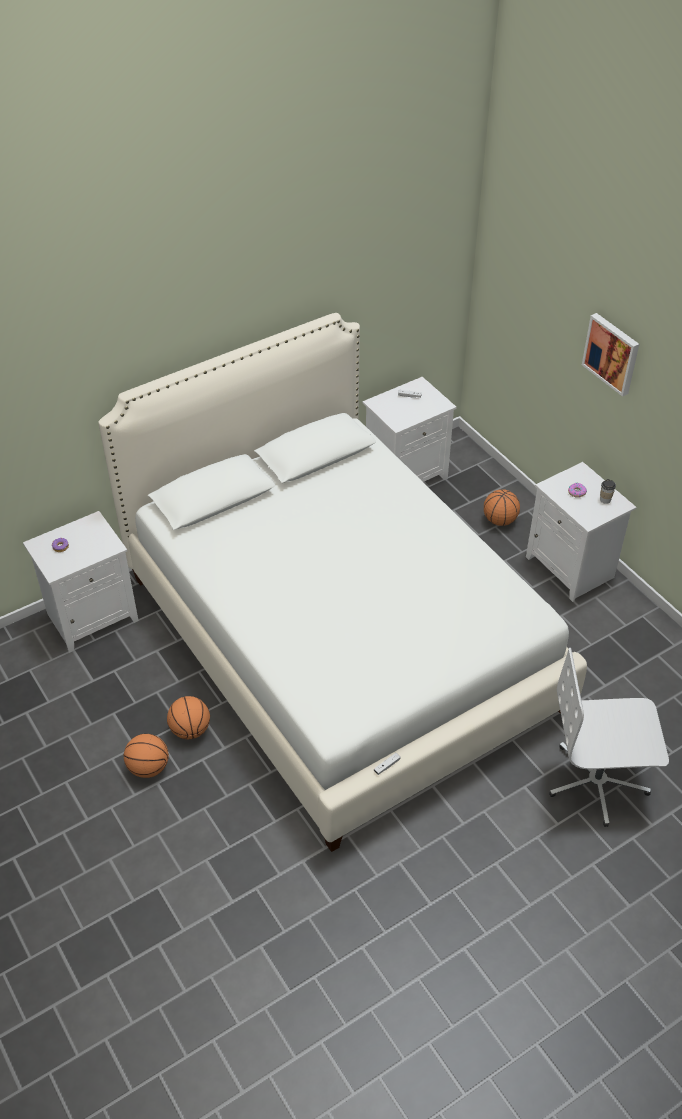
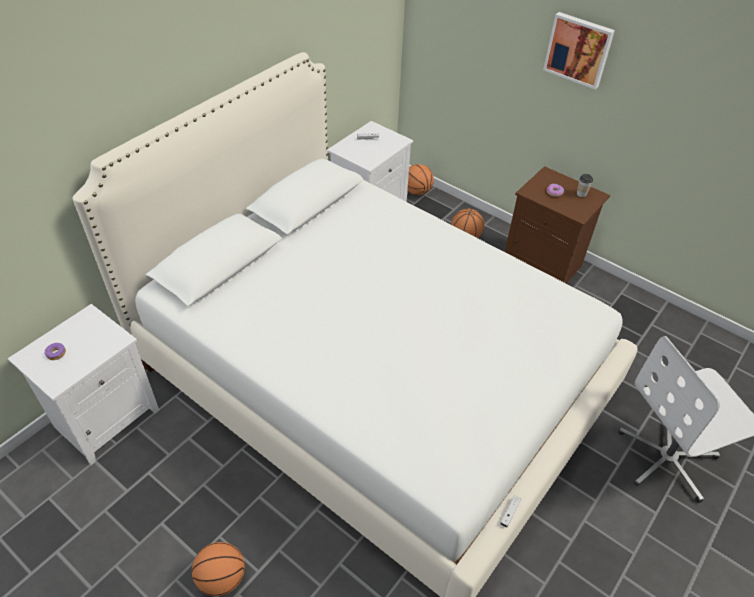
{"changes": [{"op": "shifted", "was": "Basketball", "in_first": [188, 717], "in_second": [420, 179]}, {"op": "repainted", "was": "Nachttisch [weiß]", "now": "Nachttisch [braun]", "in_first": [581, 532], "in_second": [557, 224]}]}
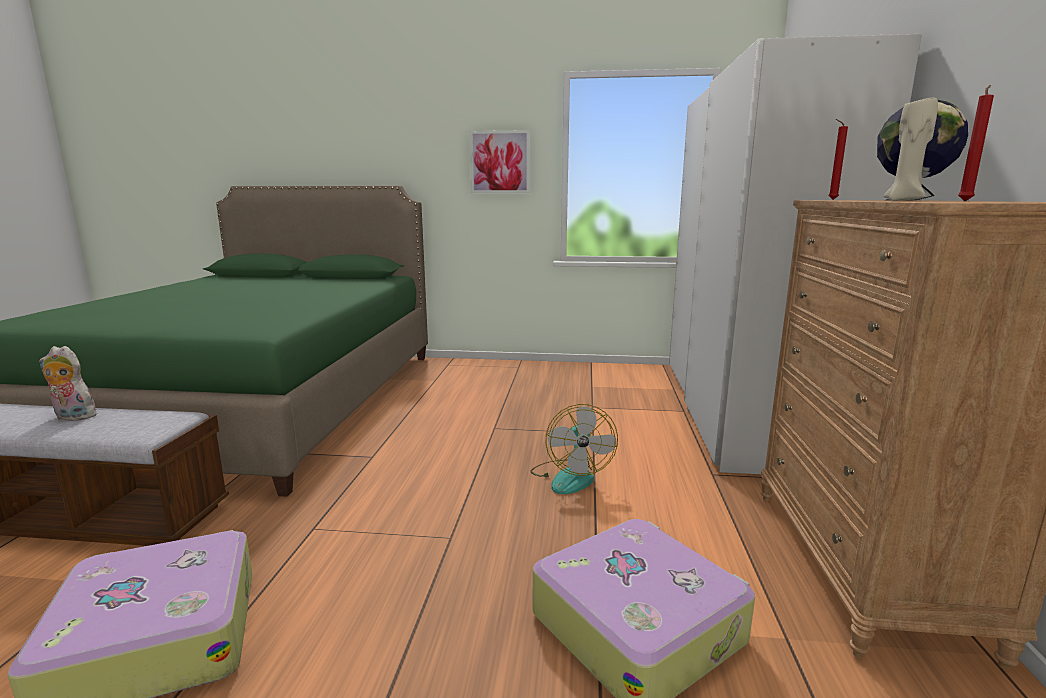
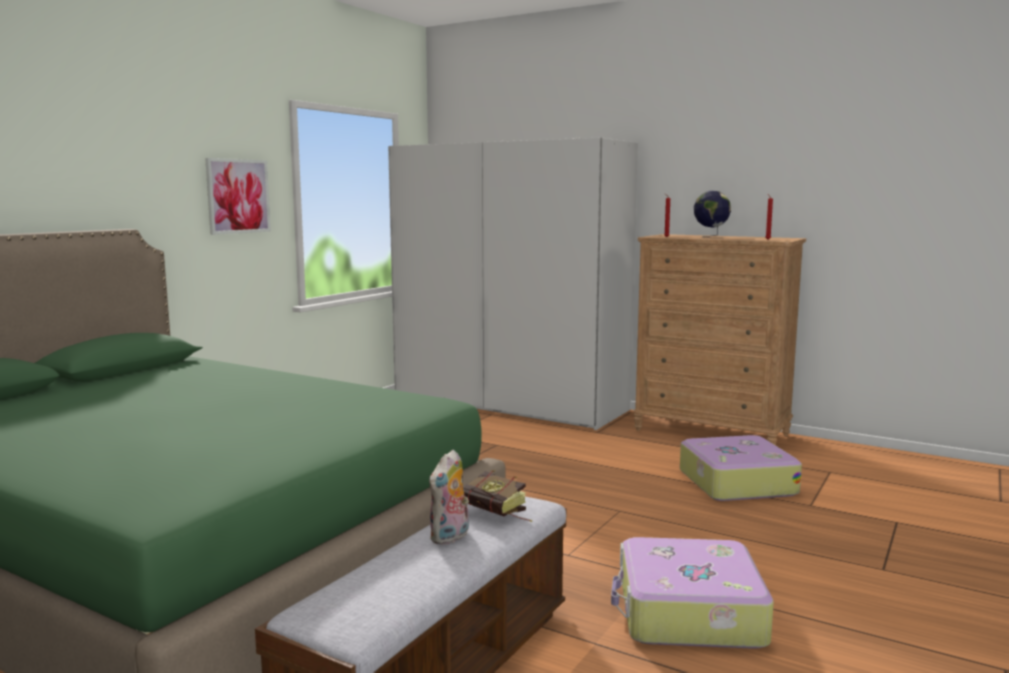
{"changes": [{"op": "gone", "was": "Ventilator", "in_first": [574, 449]}, {"op": "gone", "was": "Kerze [beige]", "in_first": [910, 149]}, {"op": "new", "now": "Buch", "in_second": [498, 496]}]}
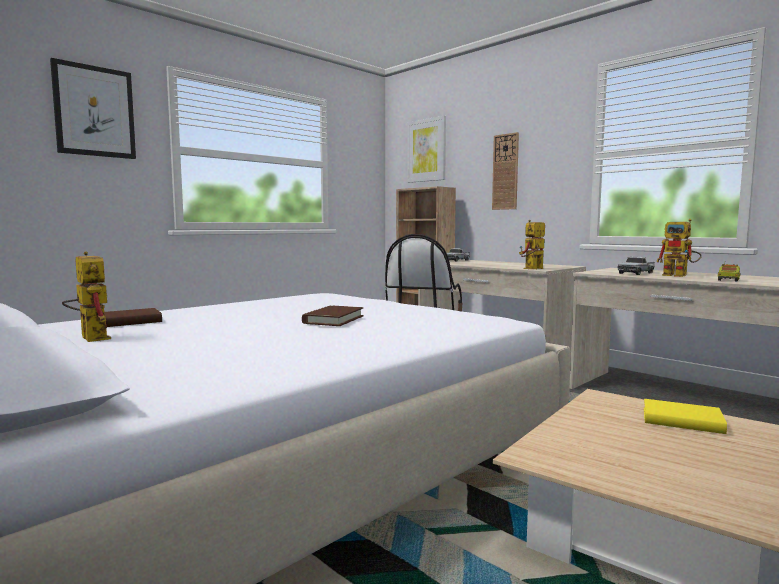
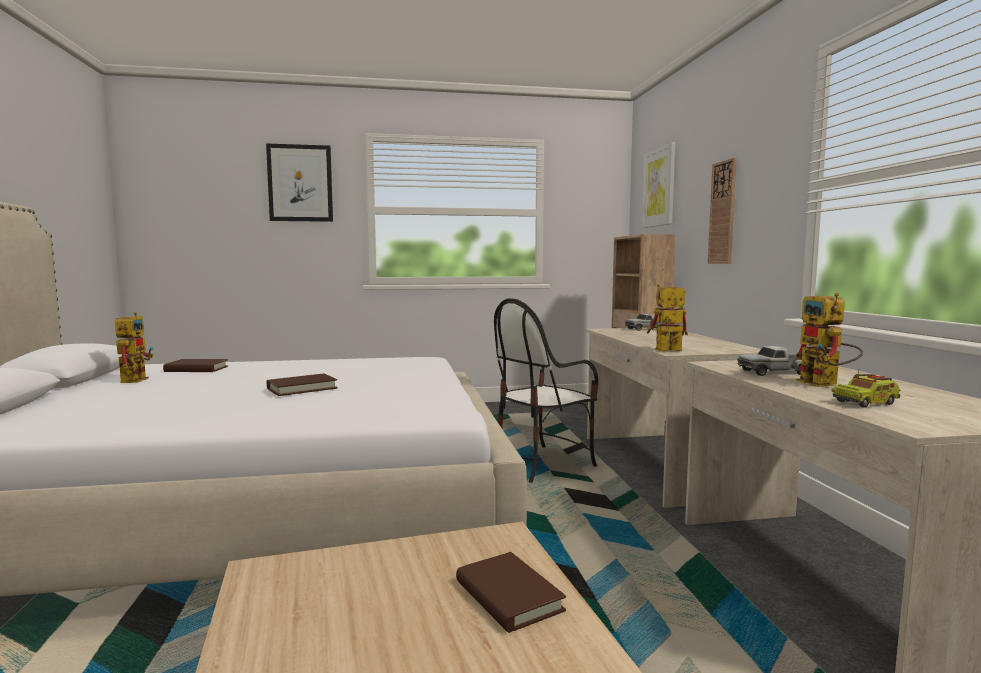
{"changes": [{"op": "repainted", "was": "Buch [gelb]", "now": "Buch [braun]", "in_first": [685, 416], "in_second": [511, 592]}]}
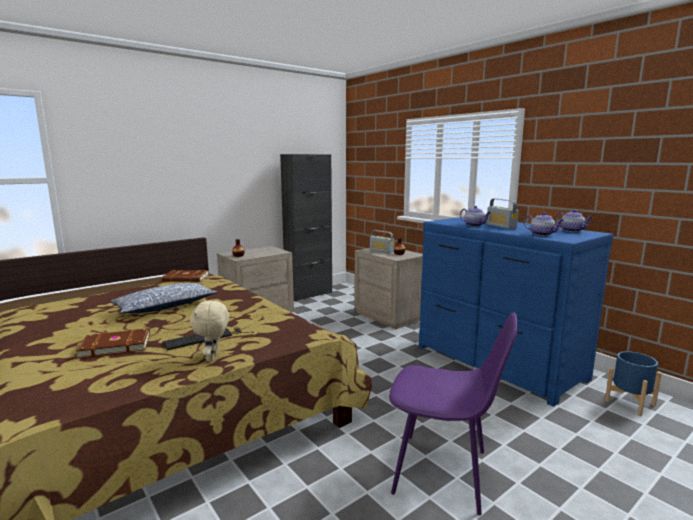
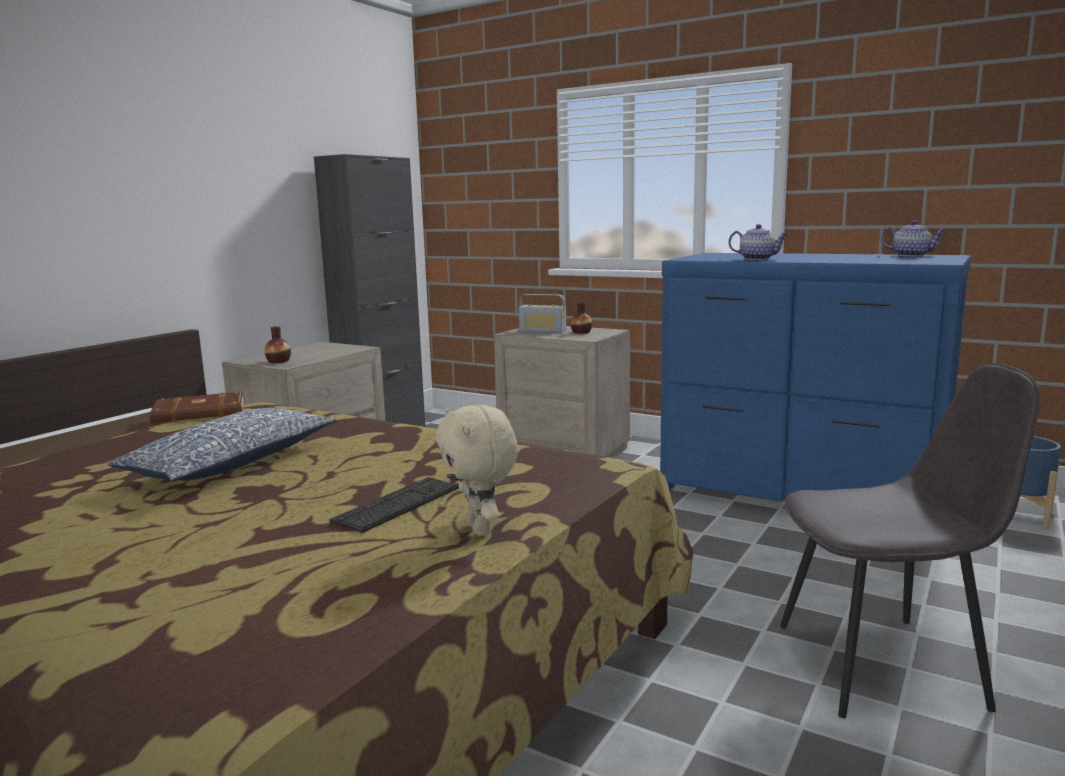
{"changes": [{"op": "gone", "was": "Buch [braun]", "in_first": [113, 343]}, {"op": "gone", "was": "Radio", "in_first": [503, 213]}, {"op": "gone", "was": "Teekanne", "in_first": [544, 224]}, {"op": "repainted", "was": "Stuhl [lila]", "now": "Stuhl [grau]", "in_first": [453, 414], "in_second": [910, 540]}]}
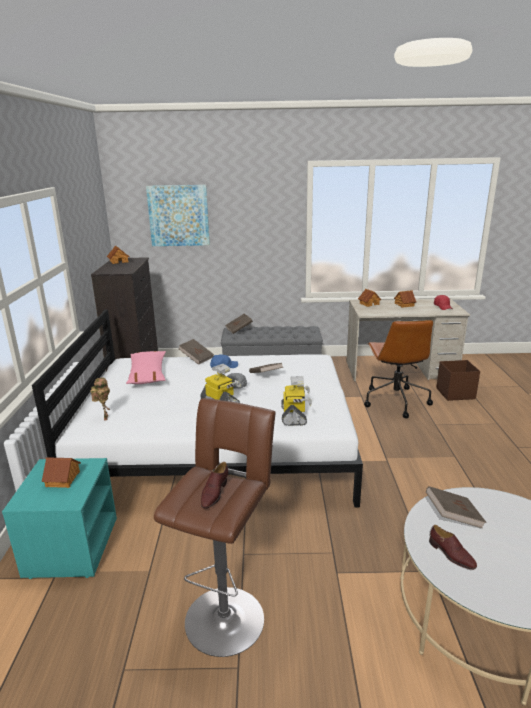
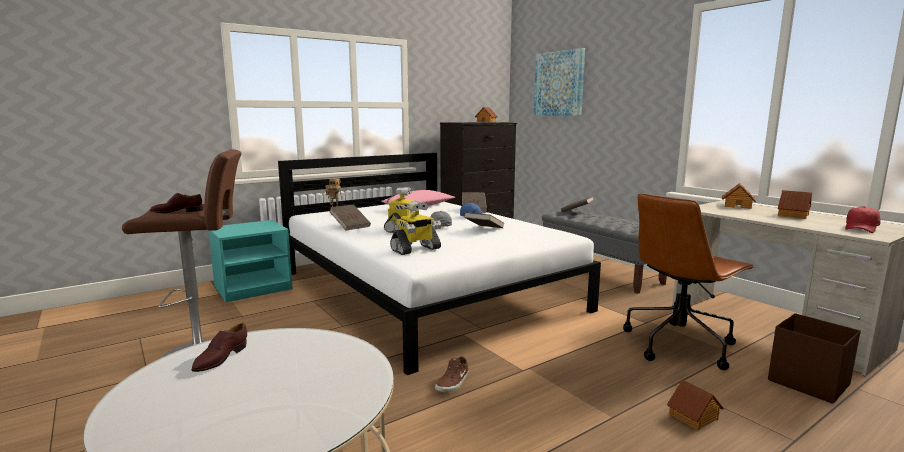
{"changes": [{"op": "new", "now": "Schuh [braun]", "in_second": [451, 374]}, {"op": "shifted", "was": "Spielzeughaus", "in_first": [61, 472], "in_second": [695, 405]}, {"op": "shifted", "was": "Buch [braun]", "in_first": [456, 507], "in_second": [350, 217]}]}
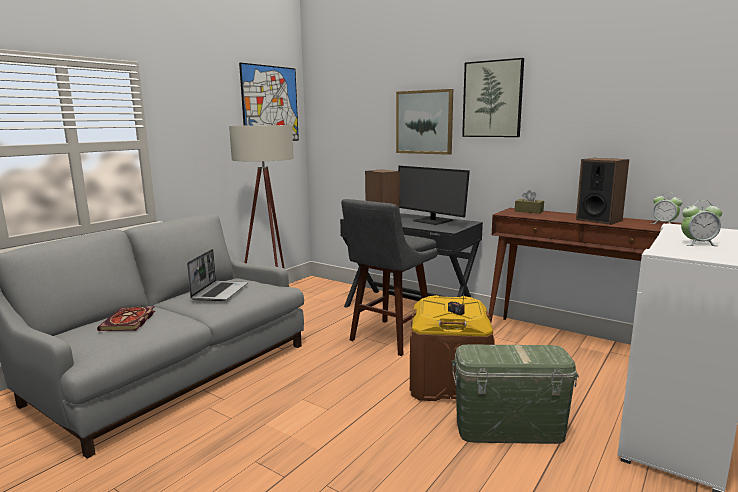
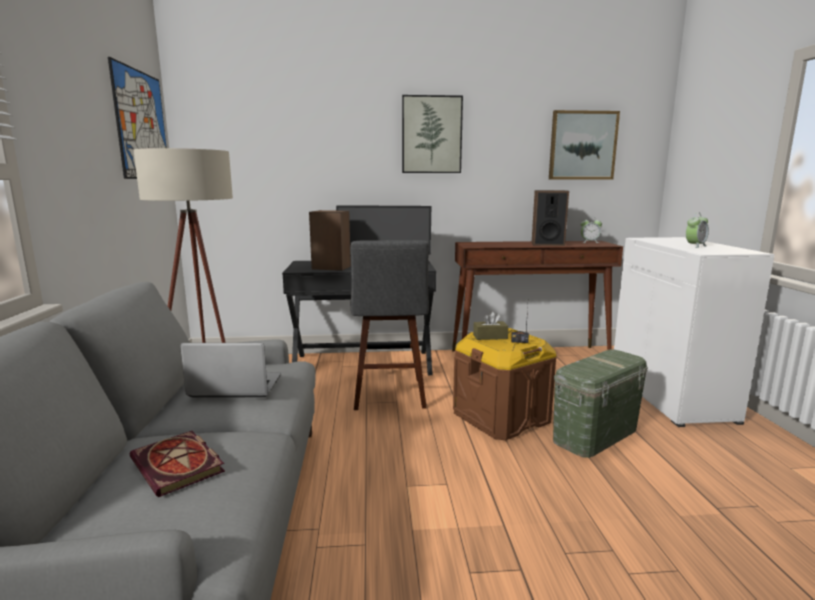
{"changes": [{"op": "shifted", "was": "Bild", "in_first": [424, 122], "in_second": [584, 145]}, {"op": "shifted", "was": "Taschentuchbox [braun]", "in_first": [529, 202], "in_second": [490, 325]}, {"op": "rotated", "was": "Laptop", "in_first": [217, 275], "in_second": [230, 370], "clockwise": -60}]}
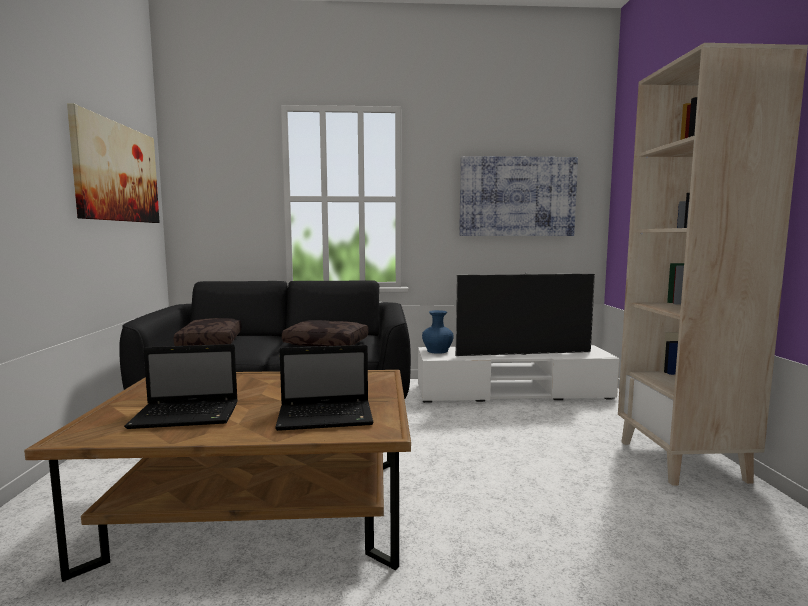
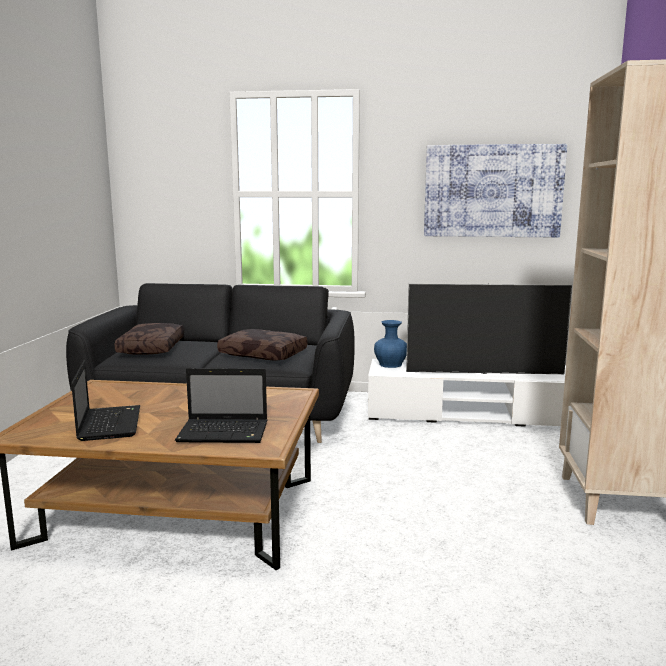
{"changes": [{"op": "gone", "was": "Bild", "in_first": [113, 163]}, {"op": "rotated", "was": "Laptop", "in_first": [181, 386], "in_second": [105, 401], "clockwise": -105}]}
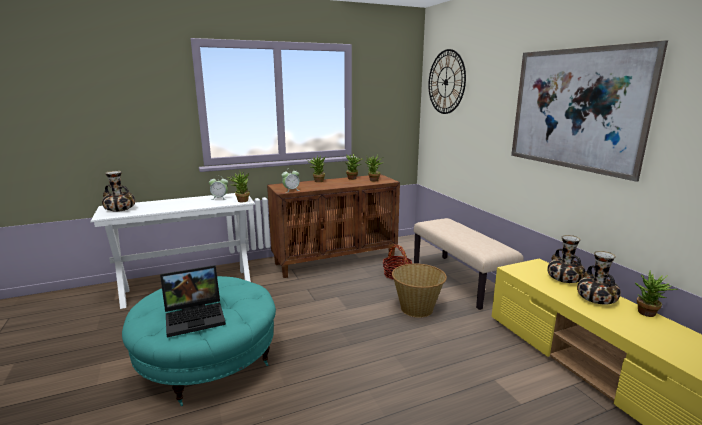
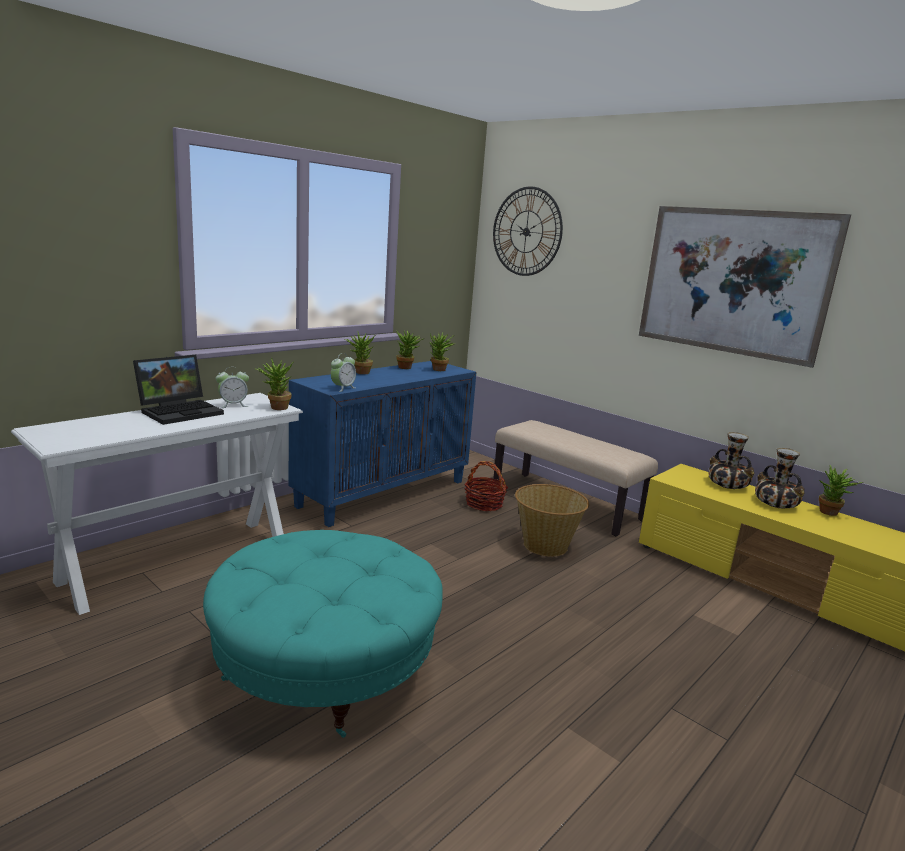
{"changes": [{"op": "gone", "was": "Vase", "in_first": [118, 191]}, {"op": "shifted", "was": "Laptop", "in_first": [193, 301], "in_second": [178, 390]}, {"op": "repainted", "was": "Schrank [braun]", "now": "Schrank [blau]", "in_first": [333, 226], "in_second": [382, 444]}]}
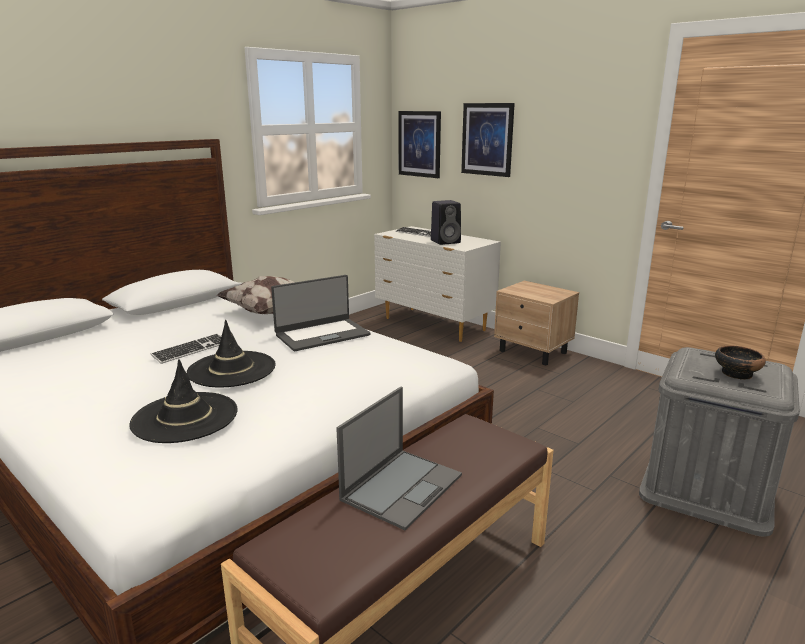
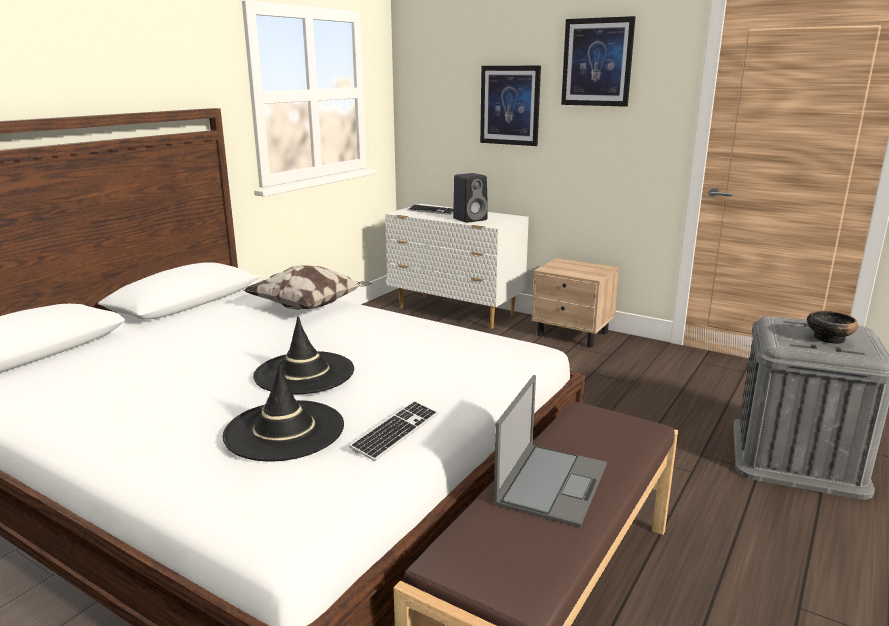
{"changes": [{"op": "gone", "was": "Laptop", "in_first": [320, 313]}, {"op": "shifted", "was": "Tastatur", "in_first": [185, 349], "in_second": [393, 431]}, {"op": "shifted", "was": "Bild", "in_first": [420, 144], "in_second": [598, 61]}]}
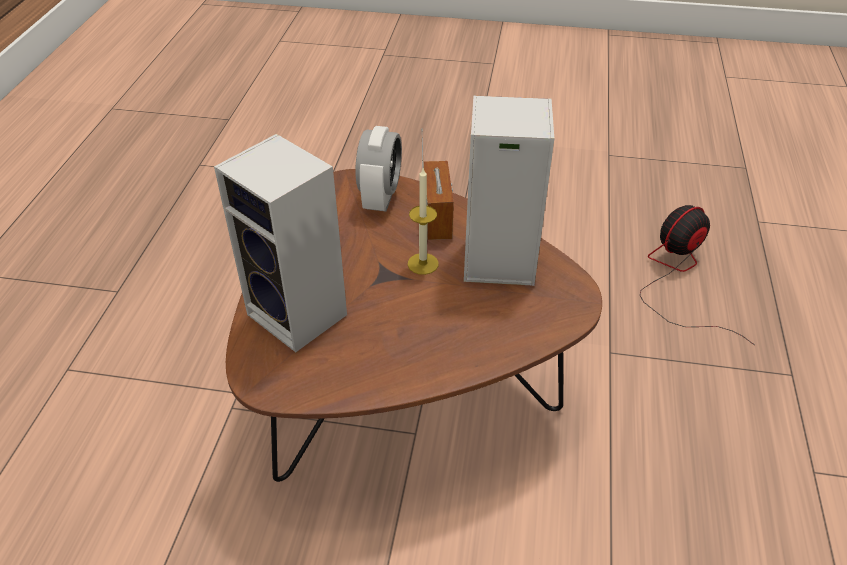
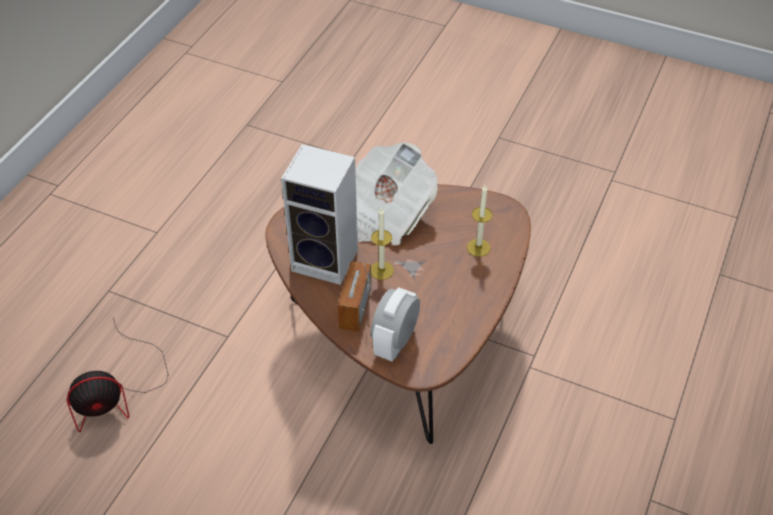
{"changes": [{"op": "new", "now": "Zeitung", "in_second": [396, 193]}, {"op": "swapped", "was": "Lautsprecher", "now": "Kerze", "in_first": [280, 243], "in_second": [479, 221]}]}
